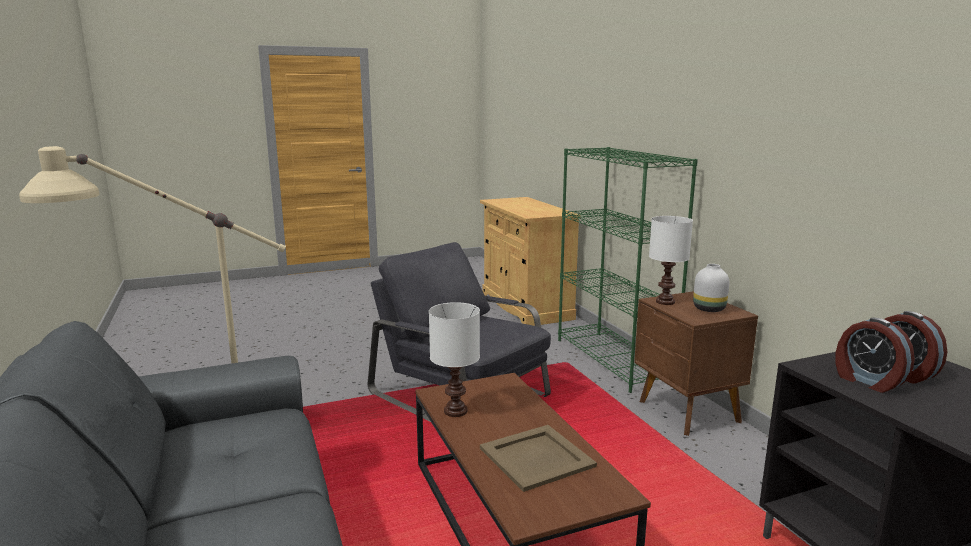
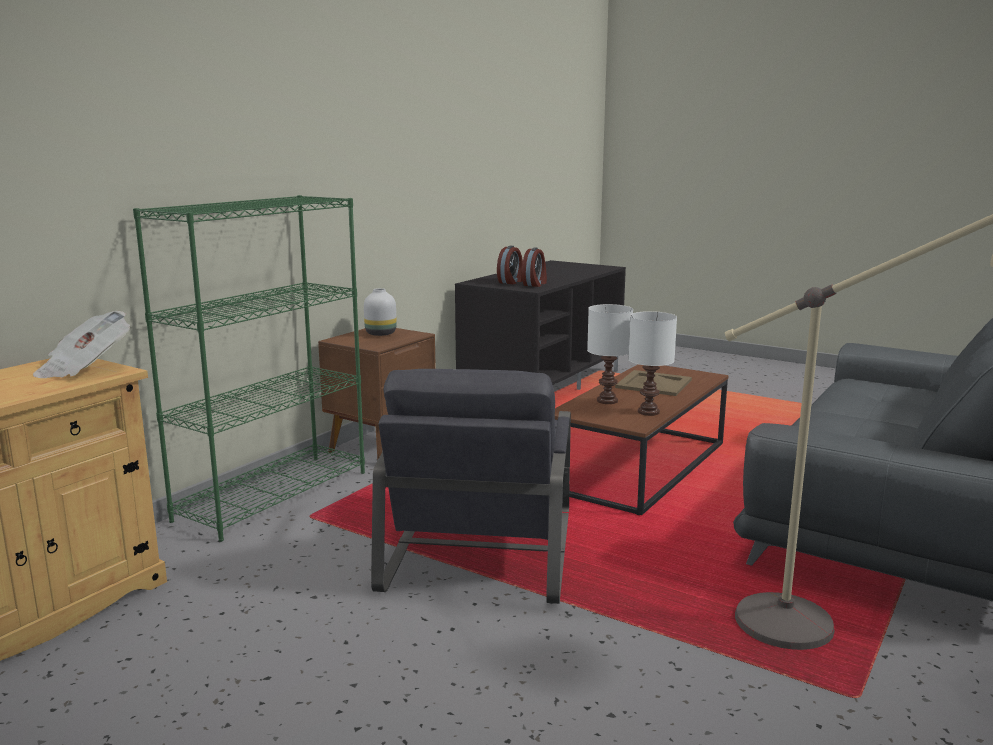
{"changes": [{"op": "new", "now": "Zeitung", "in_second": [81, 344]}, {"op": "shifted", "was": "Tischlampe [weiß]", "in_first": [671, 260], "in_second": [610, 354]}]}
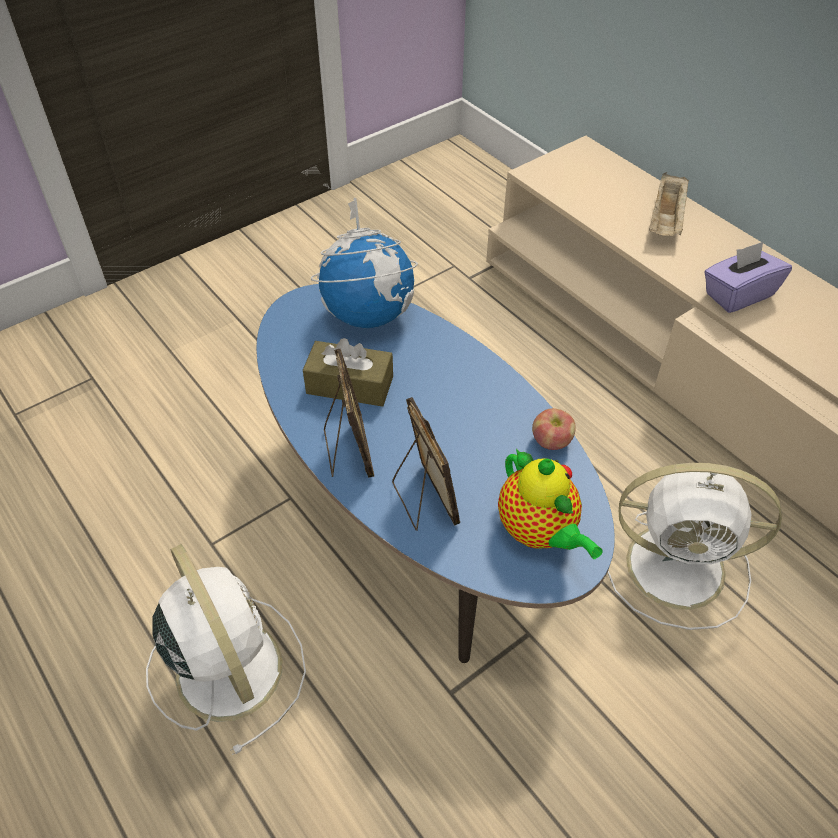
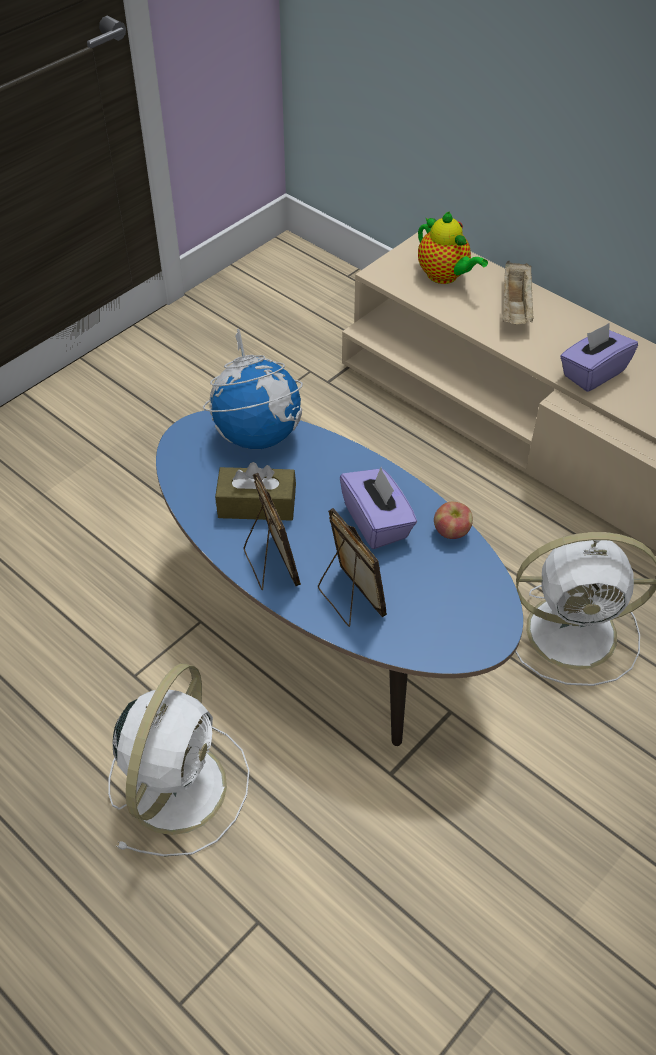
{"changes": [{"op": "new", "now": "Taschentuchbox [lila]", "in_second": [378, 508]}, {"op": "shifted", "was": "Teekanne", "in_first": [550, 504], "in_second": [453, 247]}, {"op": "rotated", "was": "Ventilator [weiß]", "in_first": [226, 649], "in_second": [179, 760], "clockwise": 60}]}
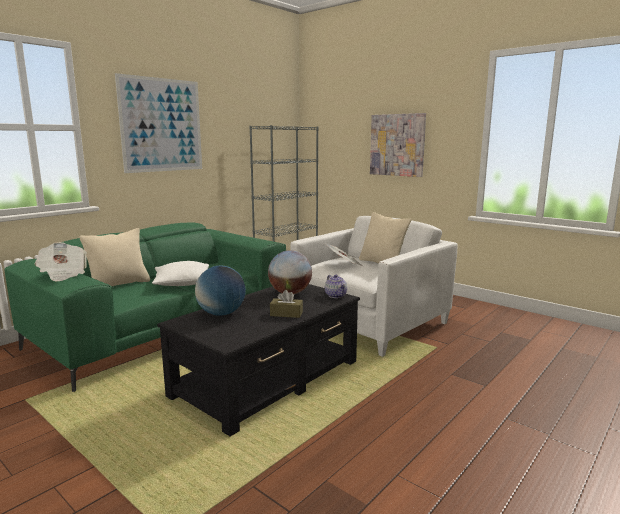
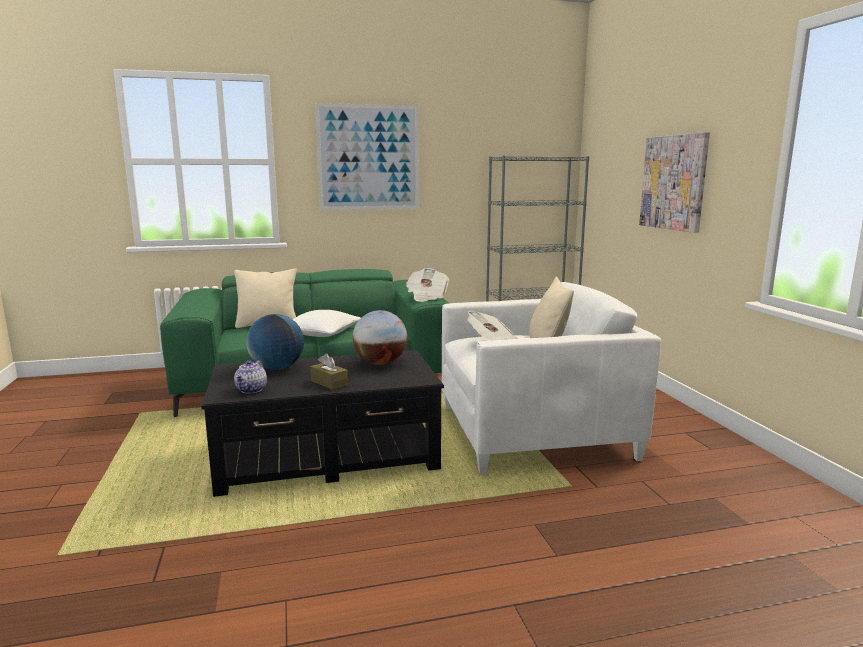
{"changes": [{"op": "shifted", "was": "Zeitung", "in_first": [61, 261], "in_second": [427, 285]}, {"op": "shifted", "was": "Teekanne", "in_first": [336, 286], "in_second": [250, 376]}]}
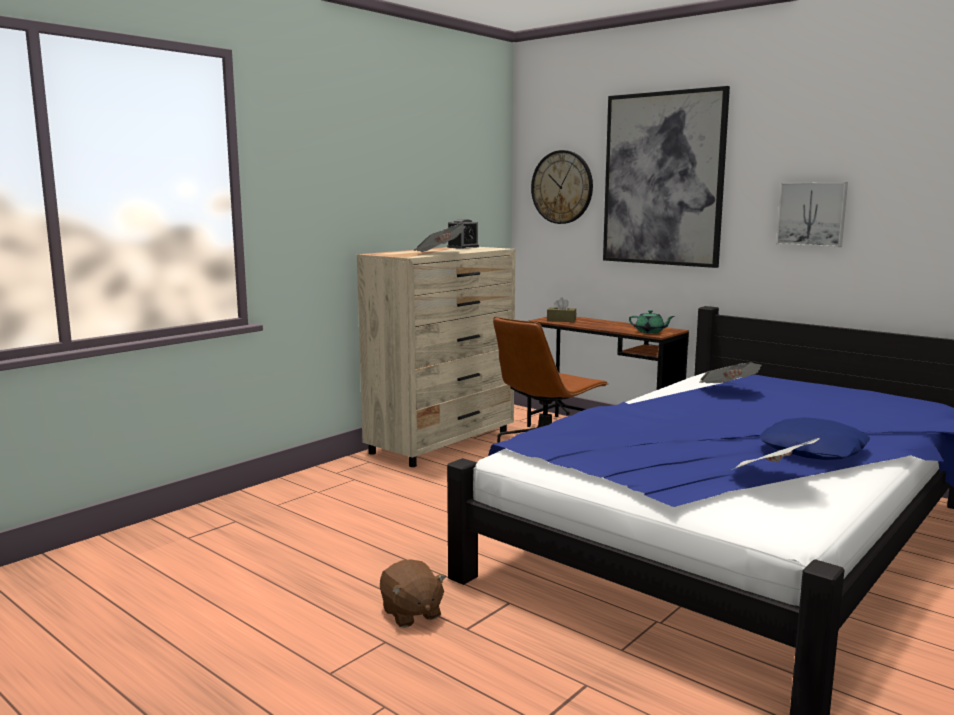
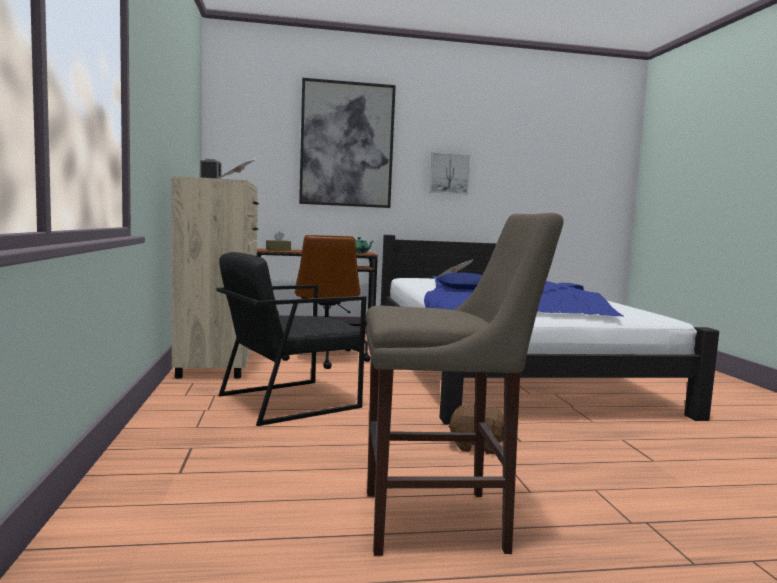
{"changes": [{"op": "gone", "was": "Wanduhr", "in_first": [562, 187]}, {"op": "gone", "was": "Zeitung", "in_first": [774, 454]}, {"op": "new", "now": "Sessel [schwarz]", "in_second": [291, 339]}, {"op": "new", "now": "Hocker [beige]", "in_second": [465, 384]}, {"op": "shifted", "was": "Kissen [blau]", "in_first": [815, 438], "in_second": [459, 281]}]}
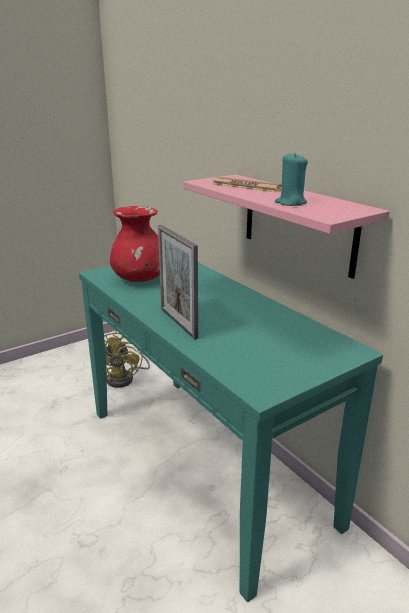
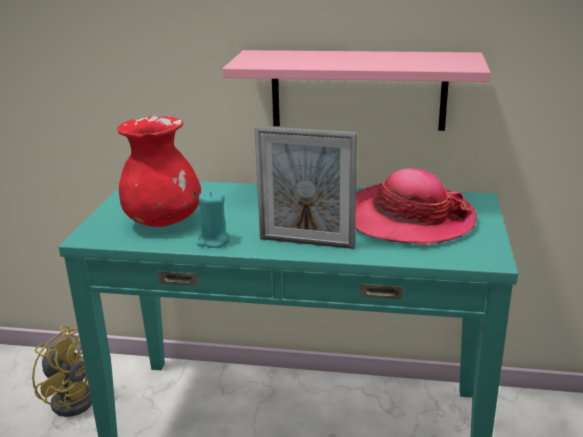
{"changes": [{"op": "gone", "was": "Zeitung", "in_first": [247, 184]}, {"op": "new", "now": "Hut", "in_second": [416, 206]}, {"op": "shifted", "was": "Kerze [türkis]", "in_first": [291, 179], "in_second": [213, 219]}]}
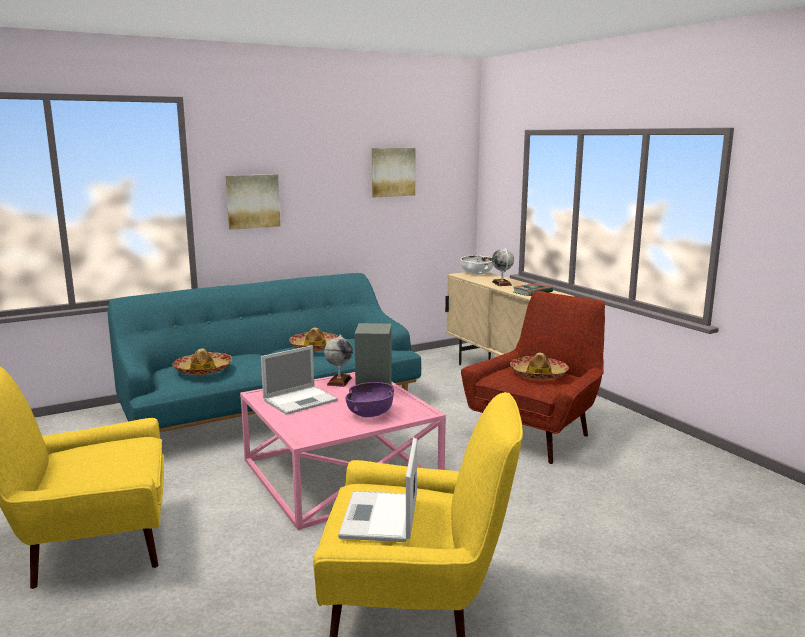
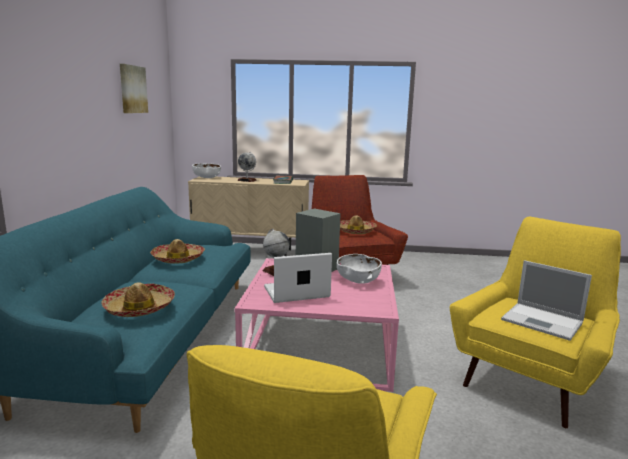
{"changes": [{"op": "gone", "was": "Bild", "in_first": [253, 202]}, {"op": "repainted", "was": "Schüssel [lila]", "now": "Schüssel [weiß]", "in_first": [370, 399], "in_second": [359, 269]}, {"op": "rotated", "was": "Laptop", "in_first": [299, 380], "in_second": [298, 278], "clockwise": -105}]}
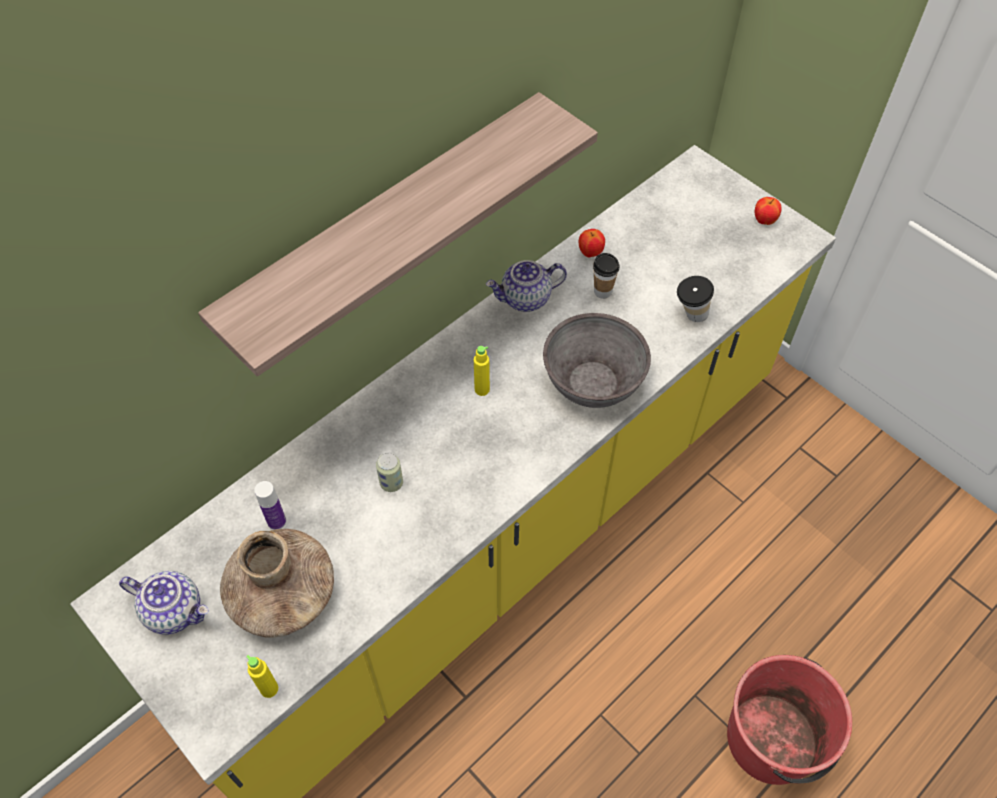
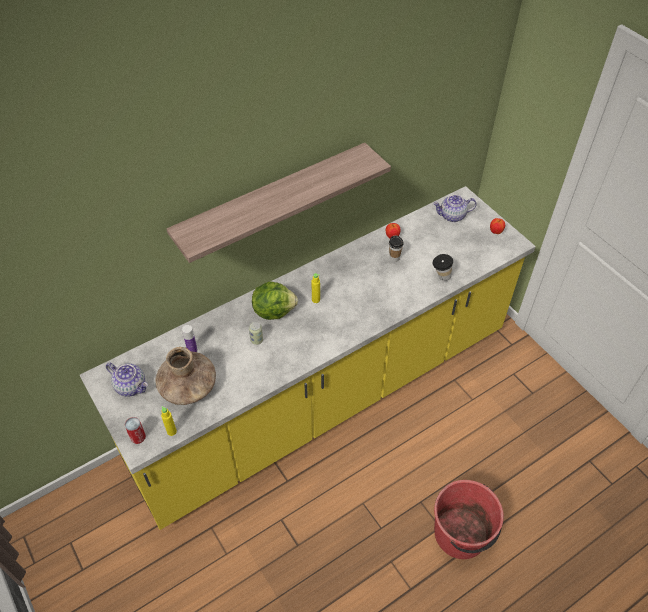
{"changes": [{"op": "gone", "was": "Schüssel [grau]", "in_first": [597, 360]}, {"op": "new", "now": "Dose", "in_second": [135, 430]}, {"op": "new", "now": "Salatkopf", "in_second": [275, 300]}, {"op": "shifted", "was": "Teekanne", "in_first": [526, 286], "in_second": [455, 208]}]}
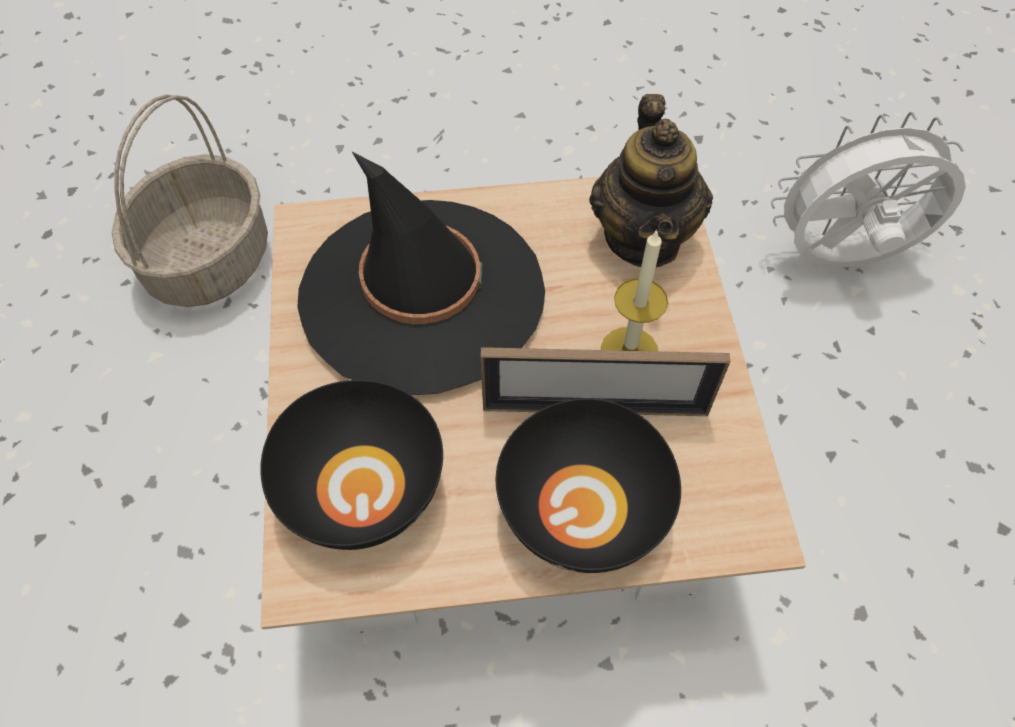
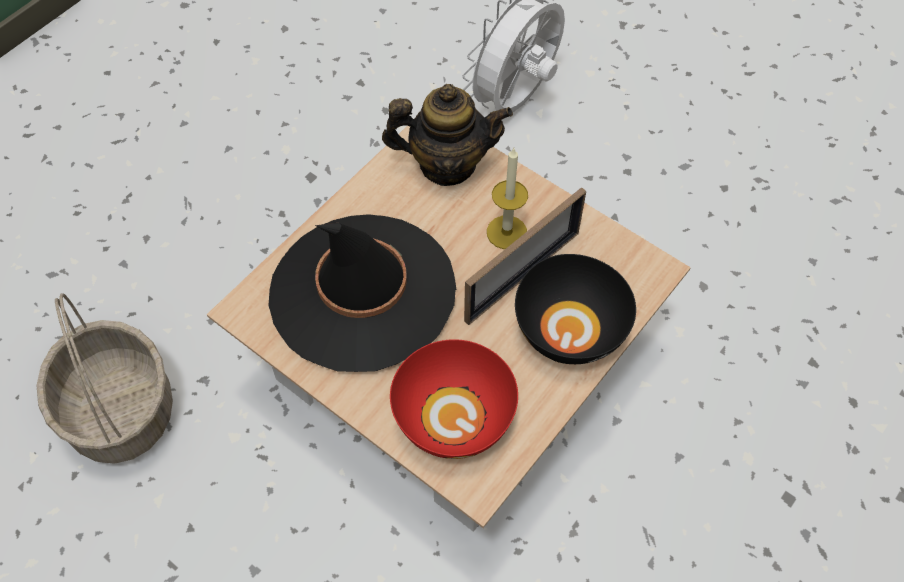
{"changes": [{"op": "repainted", "was": "Schüssel [schwarz]", "now": "Schüssel [rot]", "in_first": [351, 465], "in_second": [454, 399]}, {"op": "rotated", "was": "Teekanne", "in_first": [651, 180], "in_second": [447, 135], "clockwise": -45}]}
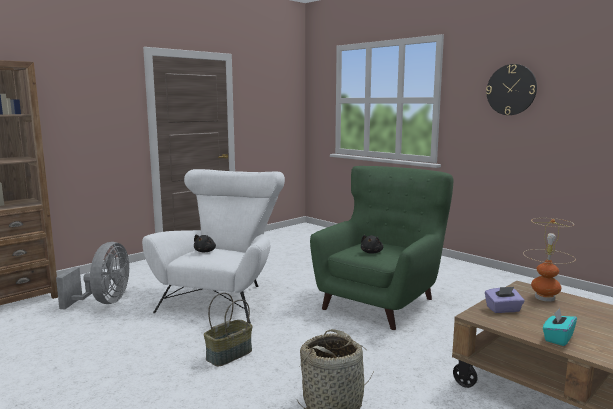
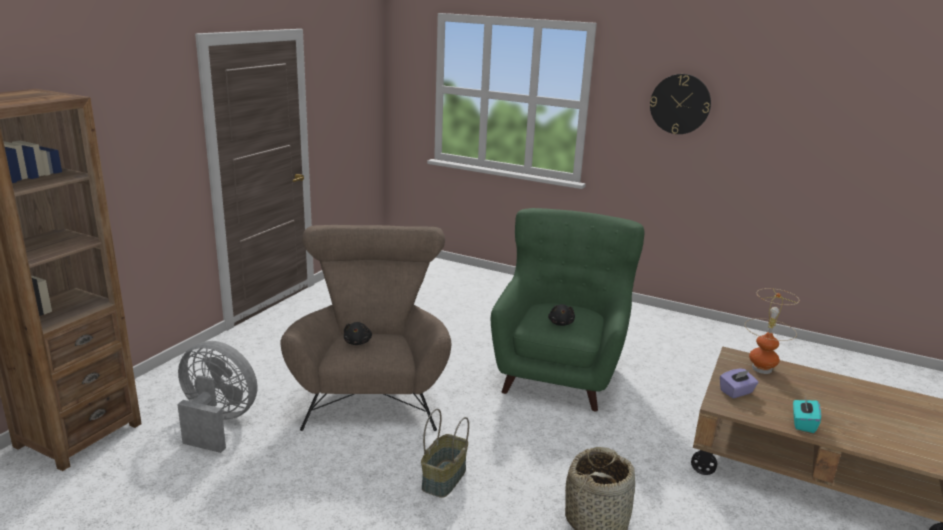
{"changes": [{"op": "repainted", "was": "Sessel [weiß]", "now": "Sessel [braun]", "in_first": [213, 246], "in_second": [365, 328]}, {"op": "rotated", "was": "Ventilator [grau]", "in_first": [92, 275], "in_second": [217, 397], "clockwise": -60}]}
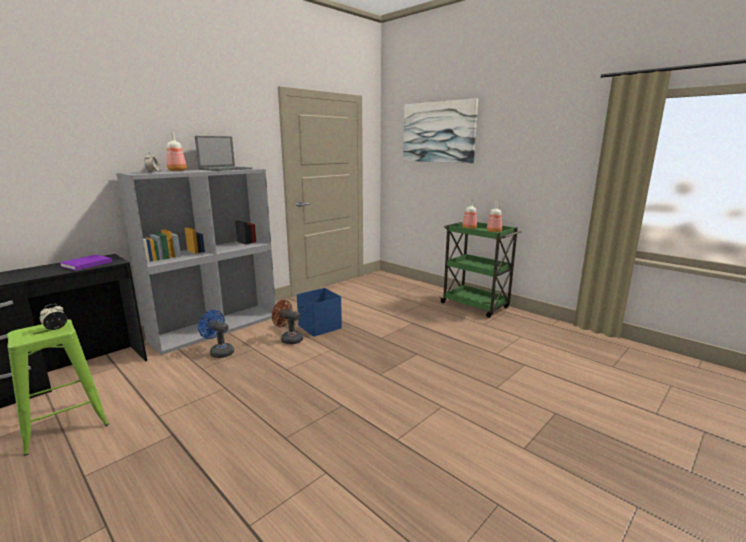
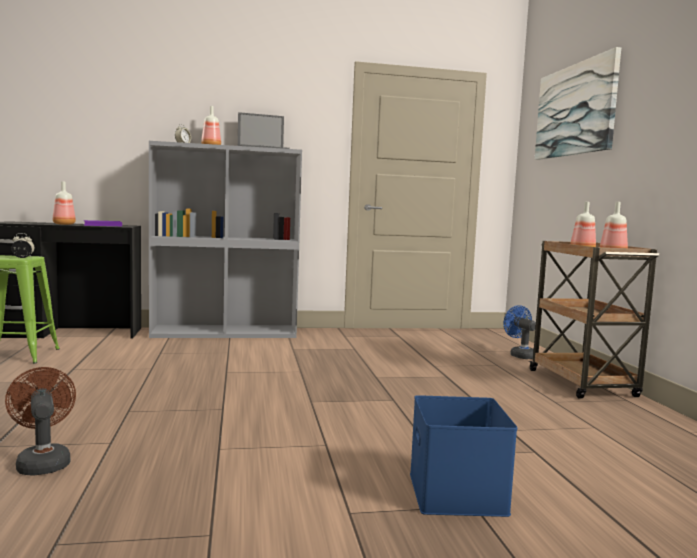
{"changes": [{"op": "new", "now": "Flasche", "in_second": [64, 203]}, {"op": "shifted", "was": "Ventilator [blau]", "in_first": [216, 334], "in_second": [520, 332]}, {"op": "shifted", "was": "Ventilator [braun]", "in_first": [287, 322], "in_second": [40, 421]}, {"op": "shifted", "was": "Aufbewahrungsbox [blau]", "in_first": [319, 312], "in_second": [463, 456]}, {"op": "repainted", "was": "Rollwagen [grün]", "now": "Rollwagen [braun]", "in_first": [480, 270], "in_second": [594, 319]}]}
